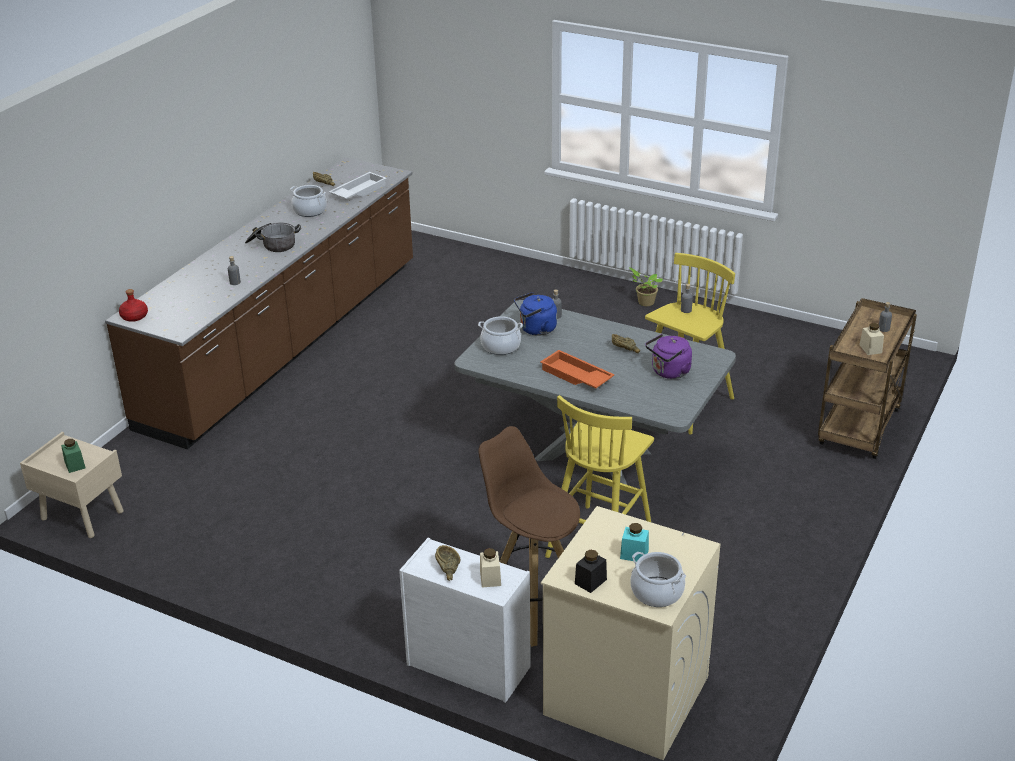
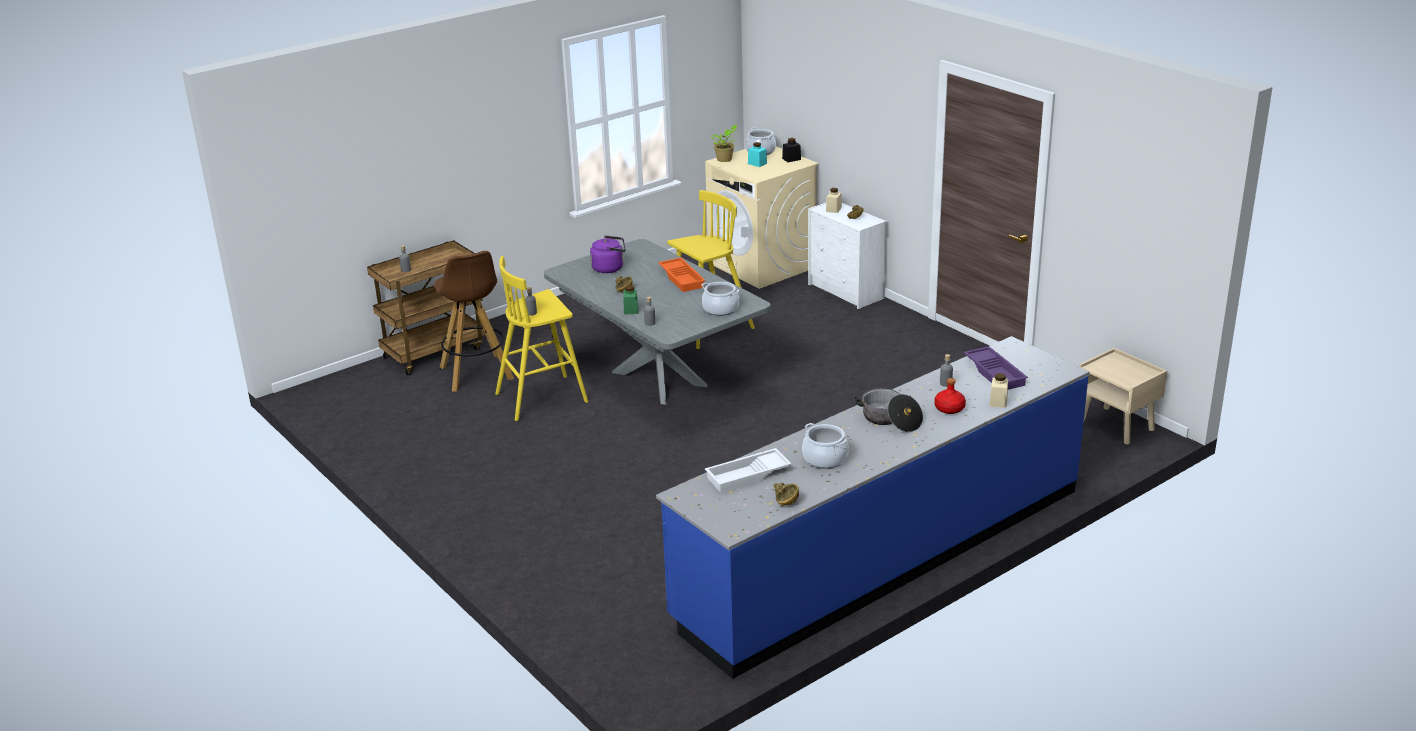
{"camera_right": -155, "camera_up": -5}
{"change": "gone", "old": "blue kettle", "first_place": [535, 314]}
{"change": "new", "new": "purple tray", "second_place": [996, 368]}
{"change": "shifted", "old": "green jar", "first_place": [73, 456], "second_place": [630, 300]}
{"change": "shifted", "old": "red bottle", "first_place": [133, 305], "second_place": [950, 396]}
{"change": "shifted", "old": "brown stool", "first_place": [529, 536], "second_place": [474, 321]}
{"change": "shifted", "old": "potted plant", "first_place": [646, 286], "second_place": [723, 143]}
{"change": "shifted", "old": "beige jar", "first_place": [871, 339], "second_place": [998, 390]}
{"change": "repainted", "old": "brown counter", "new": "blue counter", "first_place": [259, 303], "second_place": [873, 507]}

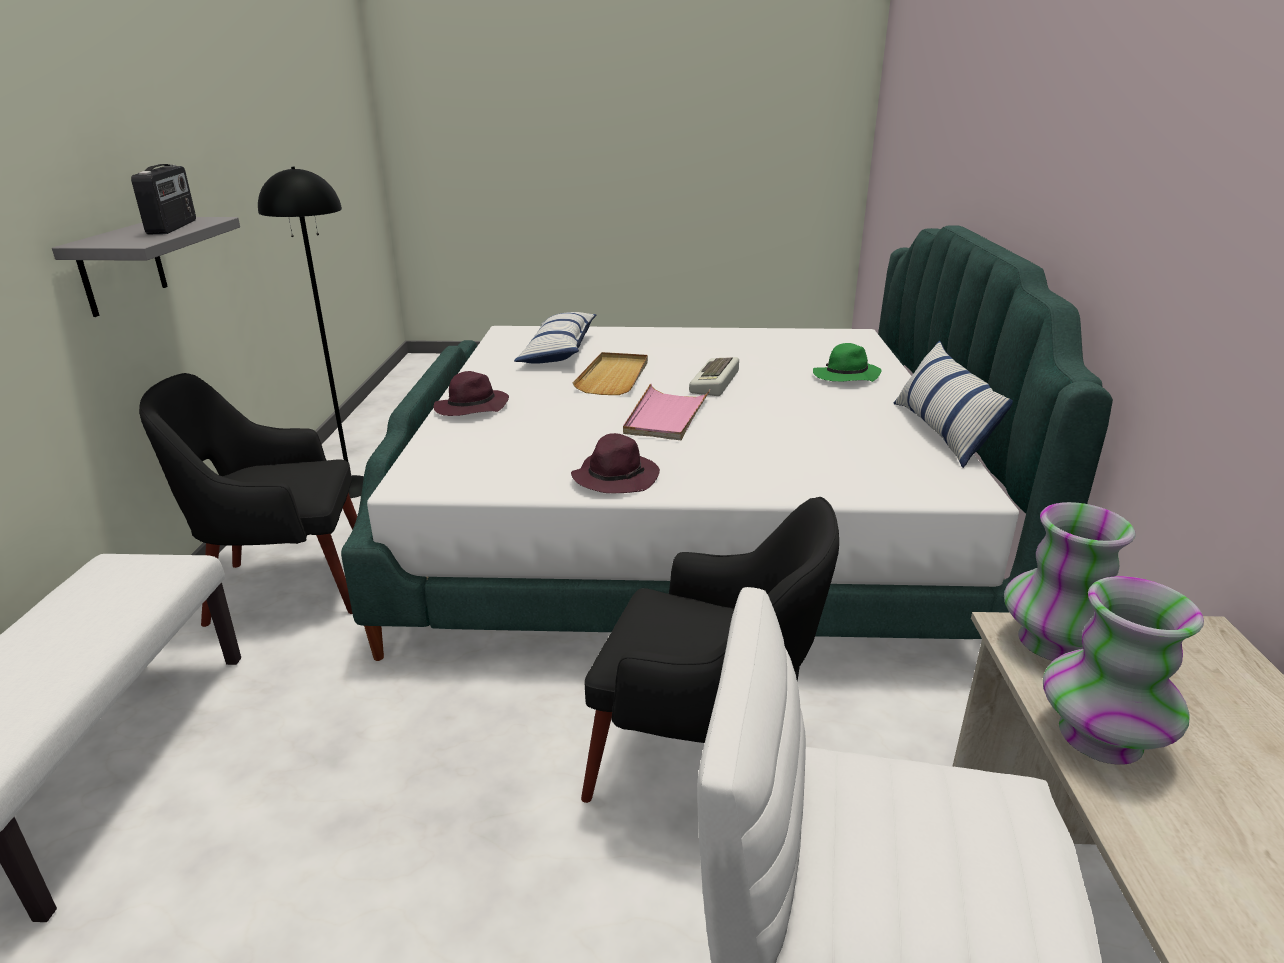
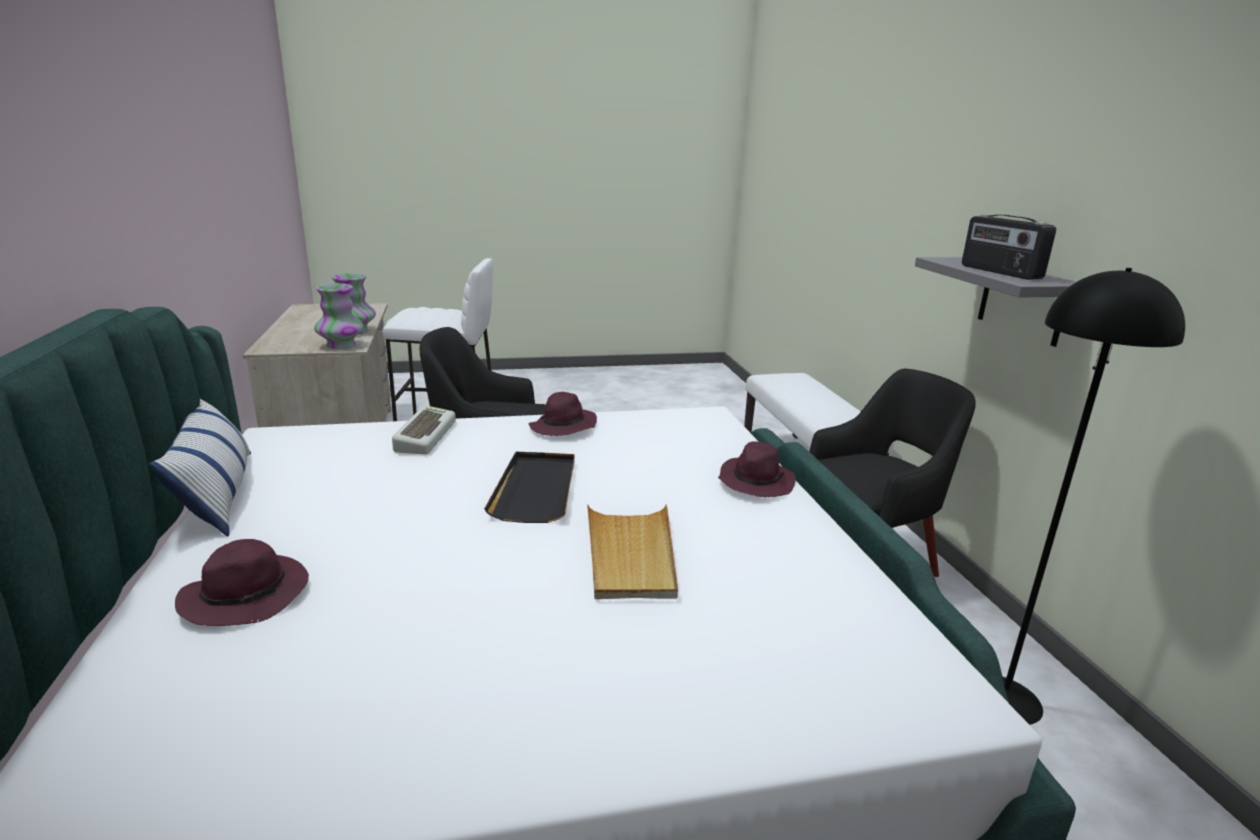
{"camera_right": 165, "camera_up": -5}
{"change": "gone", "old": "pillow", "first_place": [555, 338]}
{"change": "shifted", "old": "keyboard", "first_place": [714, 376], "second_place": [424, 429]}
{"change": "repainted", "old": "pink tray", "new": "black tray", "first_place": [667, 412], "second_place": [529, 487]}
{"change": "repainted", "old": "green hat", "new": "purple hat", "first_place": [847, 362], "second_place": [242, 582]}

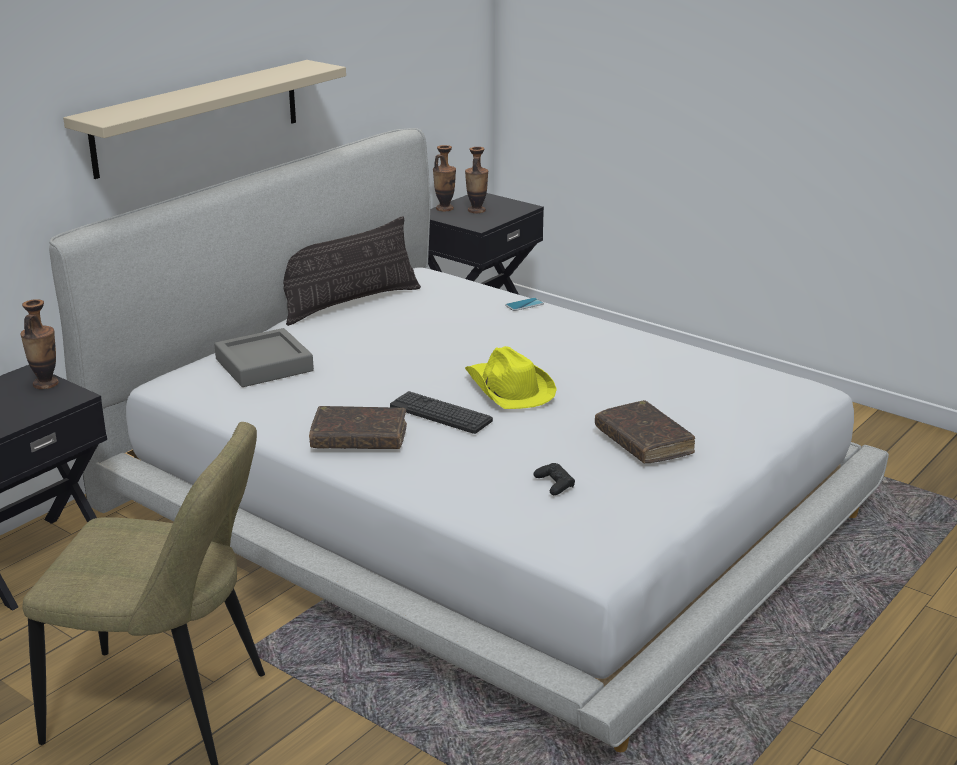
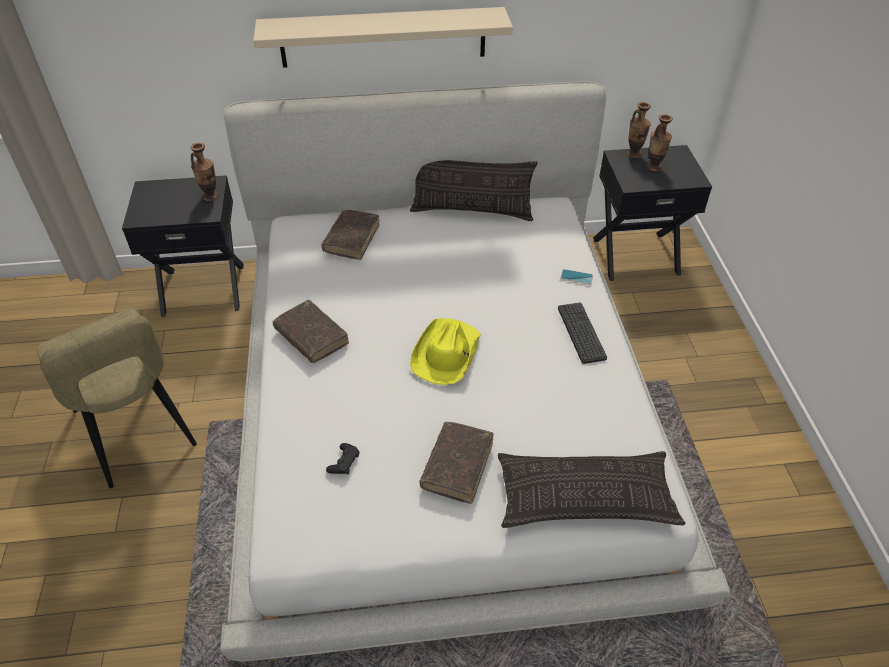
{"camera_right": 45, "camera_up": 20}
{"change": "new", "new": "pillow", "second_place": [591, 489]}
{"change": "shifted", "old": "keyboard", "first_place": [441, 412], "second_place": [582, 333]}
{"change": "swapped", "old": "grey tray", "new": "brown book", "first_place": [264, 357], "second_place": [350, 235]}

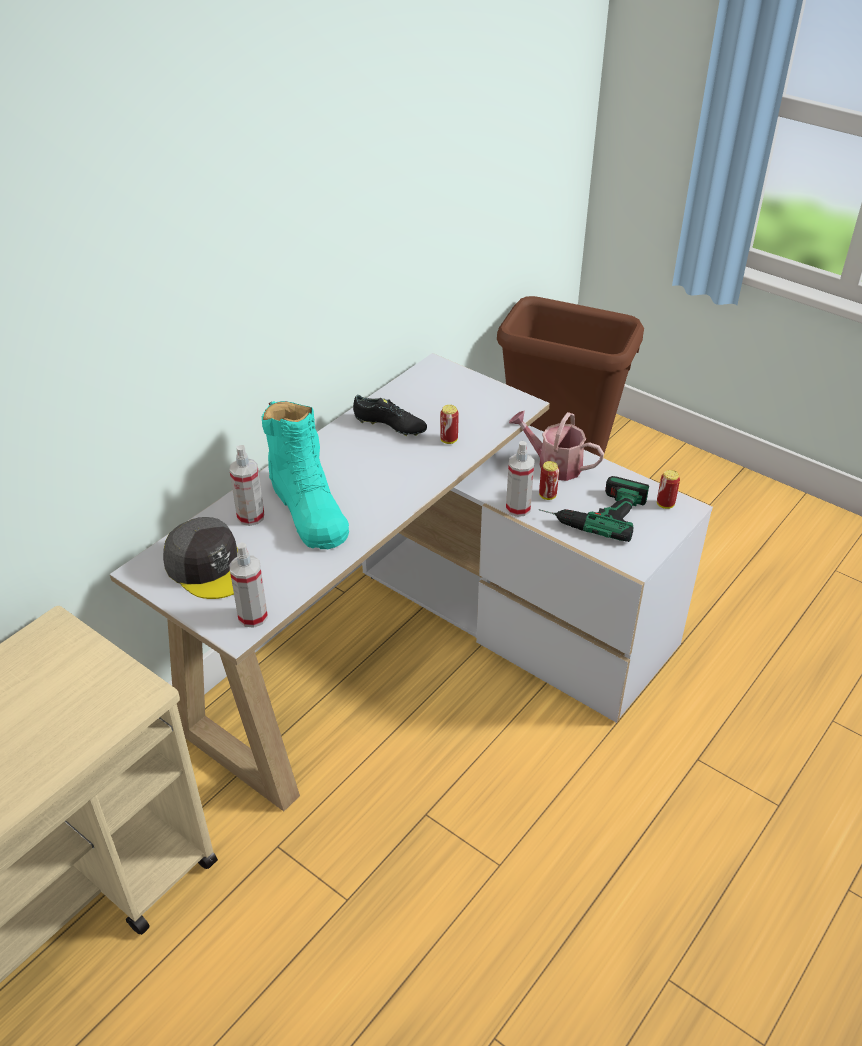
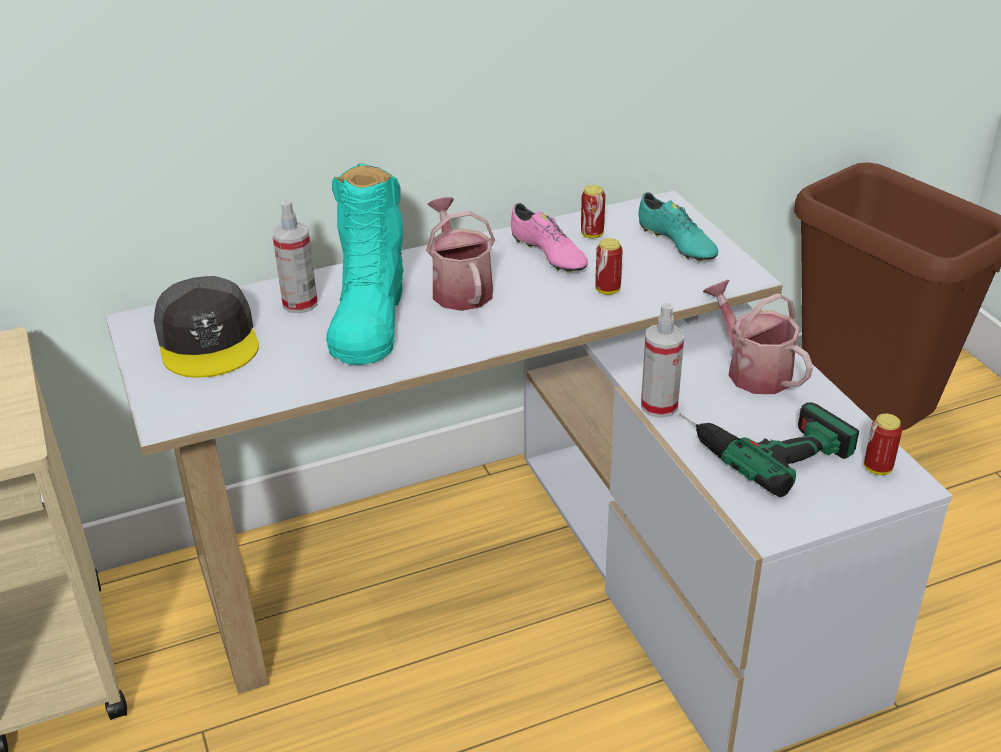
{"camera_right": 30, "camera_up": -5}
{"change": "gone", "old": "spray bottle", "first_place": [248, 585]}
{"change": "new", "new": "watering can", "second_place": [460, 254]}
{"change": "new", "new": "turquoise shoe", "second_place": [678, 227]}
{"change": "shifted", "old": "can", "first_place": [549, 480], "second_place": [593, 211]}
{"change": "repainted", "old": "black shoe", "new": "pink shoe", "first_place": [390, 415], "second_place": [549, 238]}

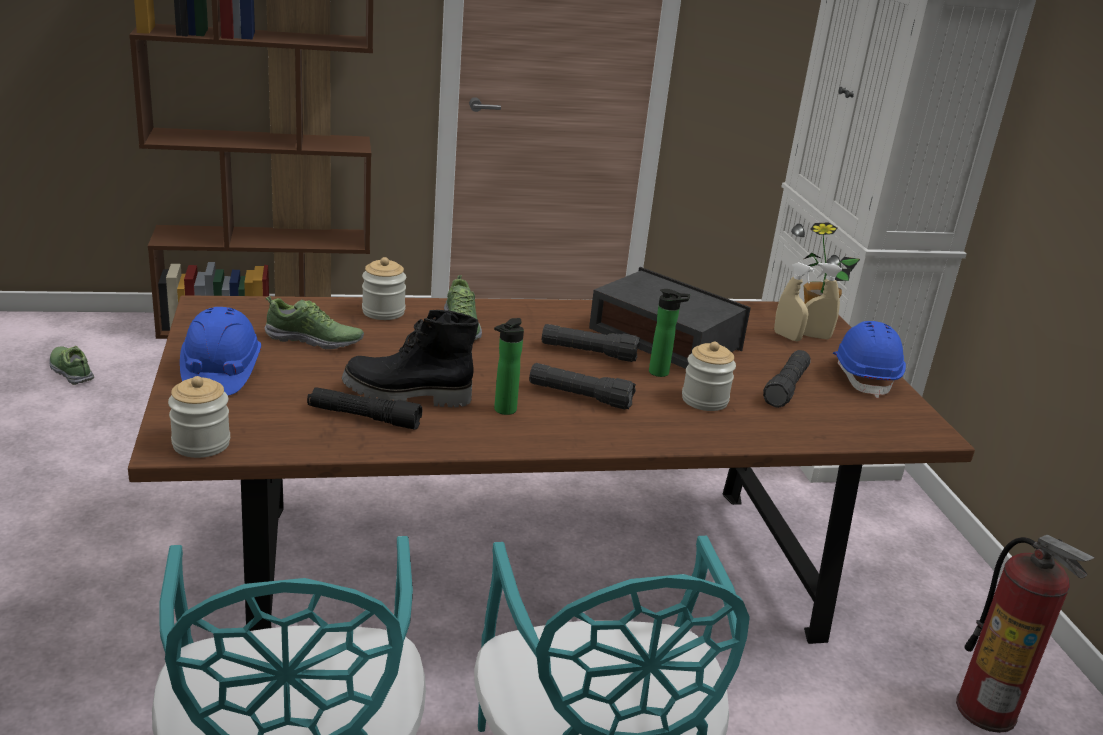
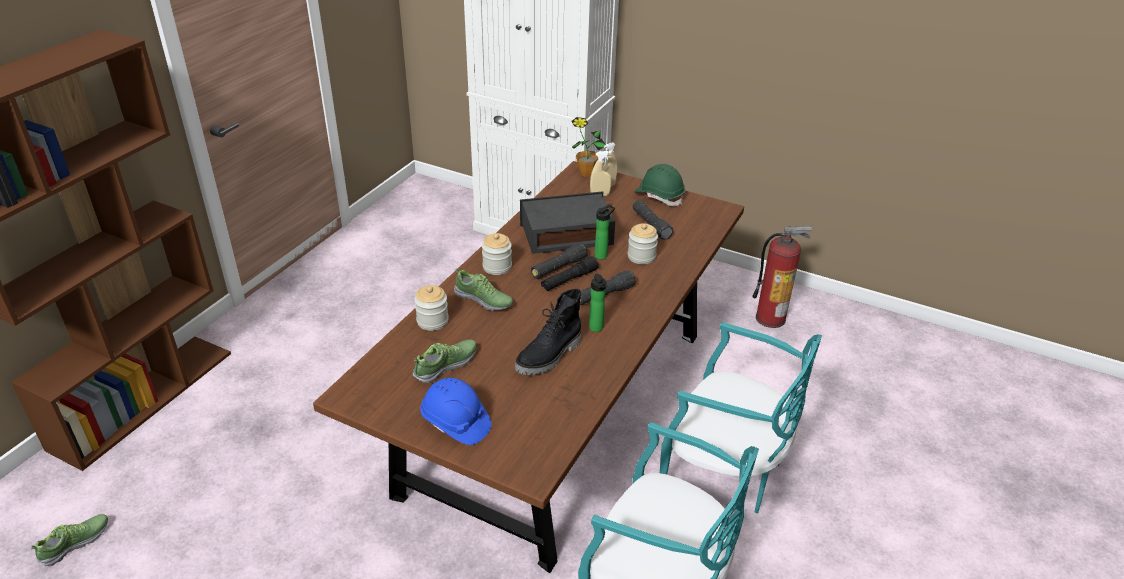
{"camera_right": -50, "camera_up": 10}
{"change": "shifted", "old": "jar", "first_place": [199, 417], "second_place": [497, 254]}
{"change": "shifted", "old": "black flashlight", "first_place": [365, 408], "second_place": [570, 273]}
{"change": "repainted", "old": "blue hard hat", "new": "green hard hat", "first_place": [869, 359], "second_place": [659, 185]}
{"change": "rotated", "old": "shoe", "first_place": [71, 365], "second_place": [69, 540], "degrees": 135}

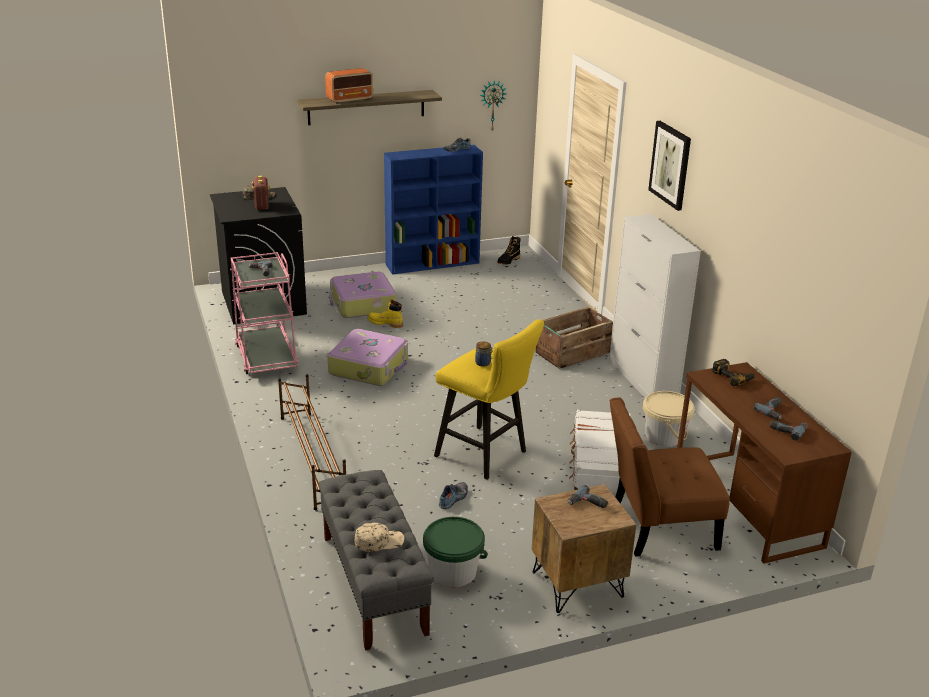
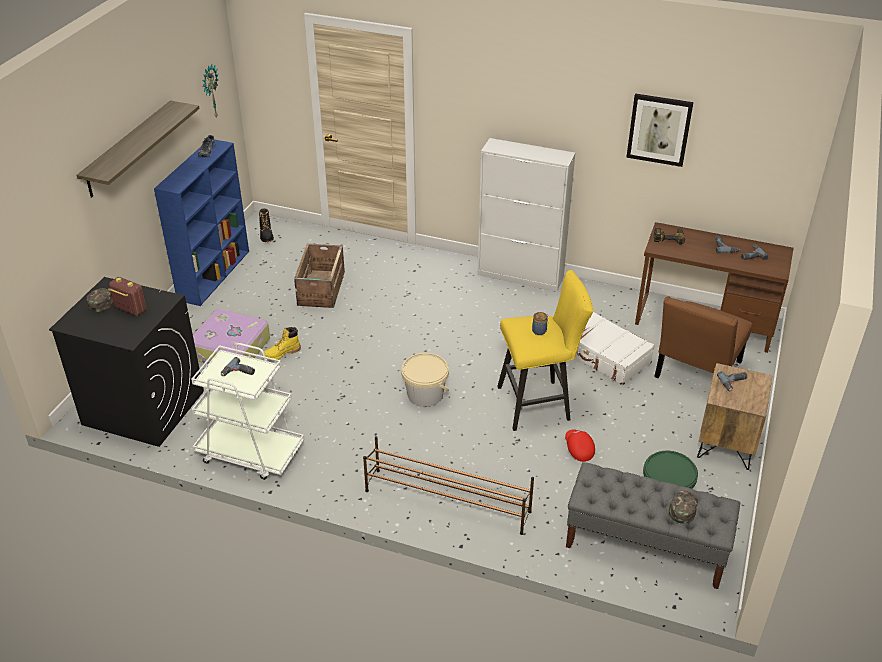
{"camera_right": -50, "camera_up": 10}
{"change": "gone", "old": "radio", "first_place": [349, 86]}
{"change": "gone", "old": "suitcase", "first_place": [367, 357]}
{"change": "shifted", "old": "crate", "first_place": [574, 338], "second_place": [319, 276]}
{"change": "shifted", "old": "beige bucket", "first_place": [669, 419], "second_place": [425, 380]}
{"change": "shifted", "old": "picture", "first_place": [669, 166], "second_place": [660, 130]}
{"change": "swapped", "old": "shoe", "new": "red cap", "first_place": [453, 495], "second_place": [580, 445]}
{"change": "repainted", "old": "pink cart", "new": "white cart", "first_place": [264, 313], "second_place": [247, 411]}
{"change": "repainted", "old": "beige cap", "new": "green cap", "first_place": [379, 537], "second_place": [683, 507]}

